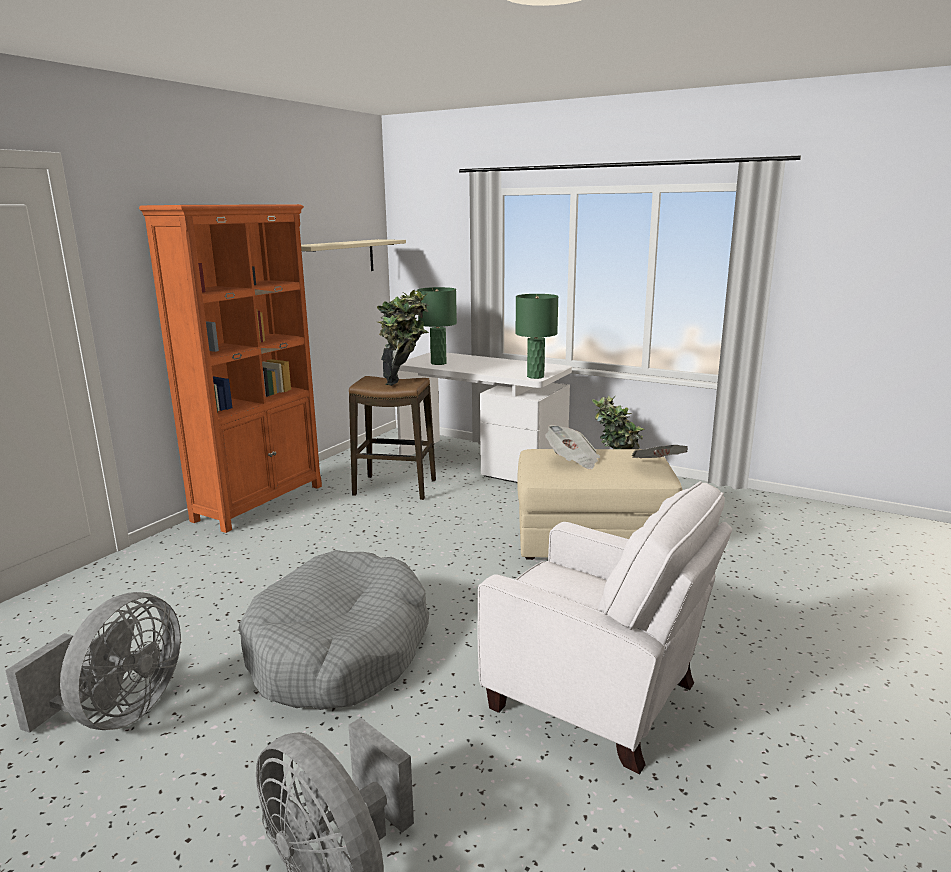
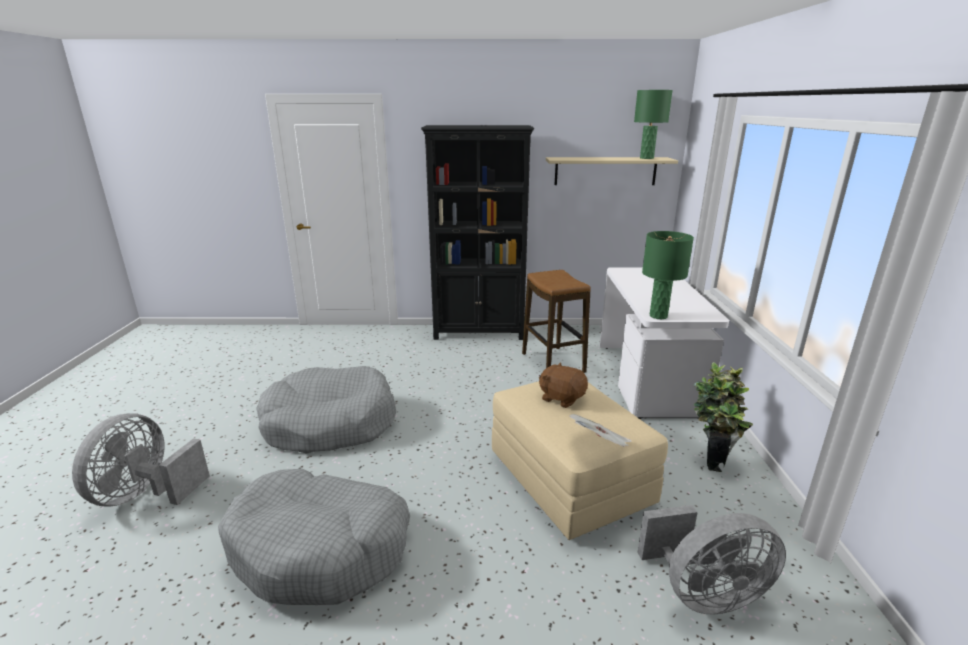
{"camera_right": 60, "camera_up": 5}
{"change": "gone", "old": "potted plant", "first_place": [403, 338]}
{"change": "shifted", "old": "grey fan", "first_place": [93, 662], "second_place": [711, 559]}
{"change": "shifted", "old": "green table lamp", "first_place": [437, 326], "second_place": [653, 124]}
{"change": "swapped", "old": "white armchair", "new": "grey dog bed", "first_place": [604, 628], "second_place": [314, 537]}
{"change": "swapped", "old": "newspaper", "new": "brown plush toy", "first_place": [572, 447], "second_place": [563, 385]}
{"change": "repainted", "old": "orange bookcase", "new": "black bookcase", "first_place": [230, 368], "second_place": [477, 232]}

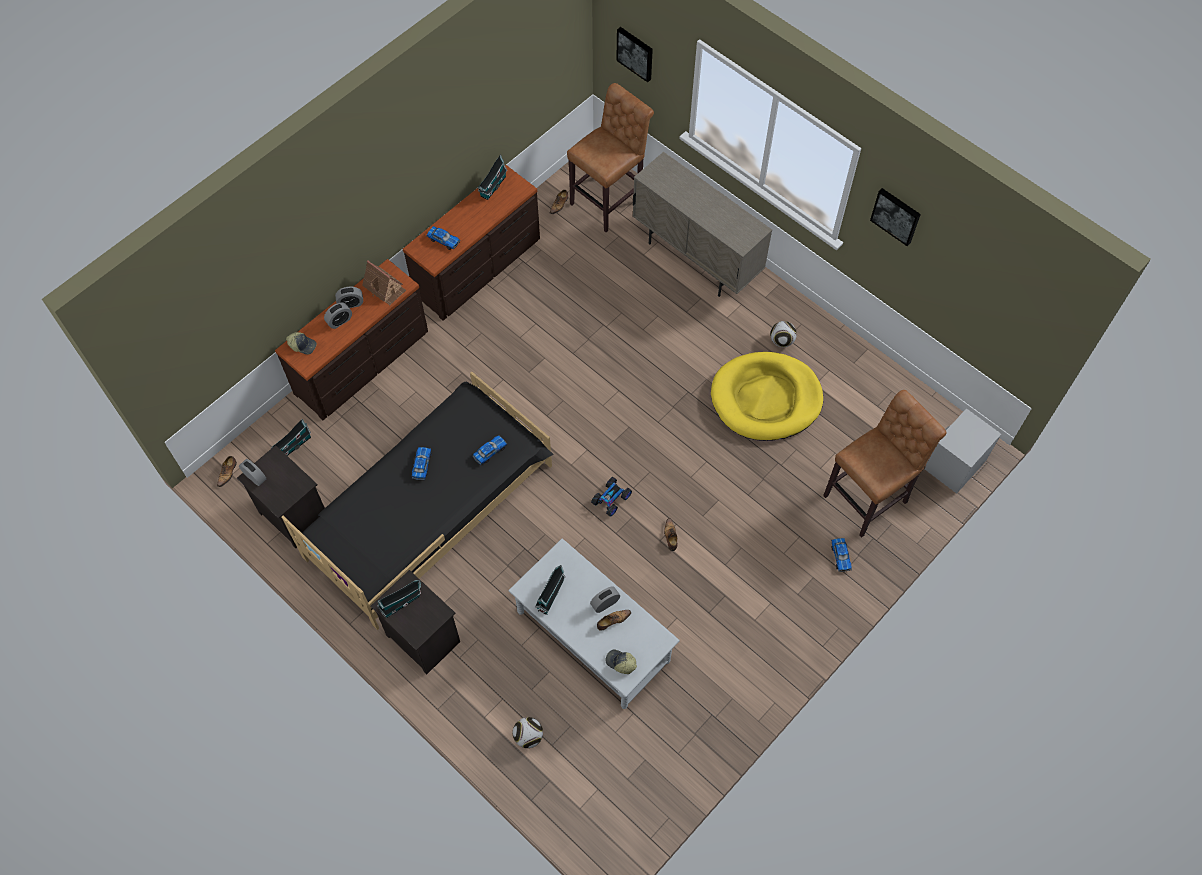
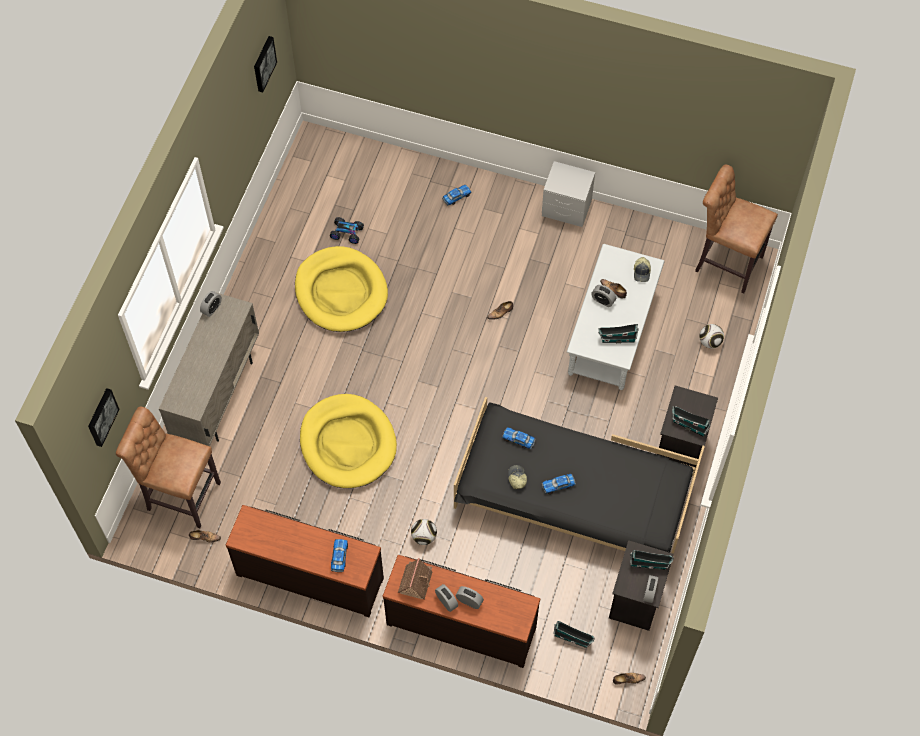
{"camera_right": -115, "camera_up": 0}
{"change": "new", "new": "alarm clock", "second_place": [211, 304]}
{"change": "new", "new": "yellow dog bed", "second_place": [348, 441]}
{"change": "shifted", "old": "cap", "first_place": [301, 343], "second_place": [517, 477]}
{"change": "shifted", "old": "toy house", "first_place": [492, 177], "second_place": [652, 560]}
{"change": "shifted", "old": "toy car", "first_place": [611, 497], "second_place": [347, 230]}
{"change": "shifted", "old": "football", "first_place": [783, 334], "second_place": [424, 532]}
{"change": "shifted", "old": "brown stool", "first_place": [885, 464], "second_place": [736, 229]}
{"change": "shifted", "old": "picture", "first_place": [895, 217], "second_place": [265, 64]}
{"change": "shifted", "old": "grey nightstand", "first_place": [963, 451], "second_place": [568, 194]}

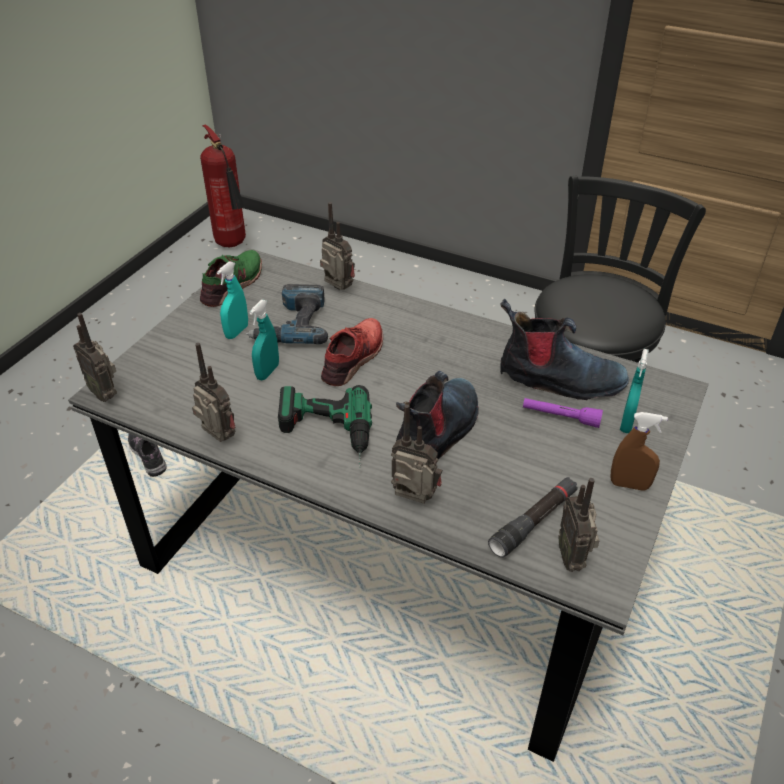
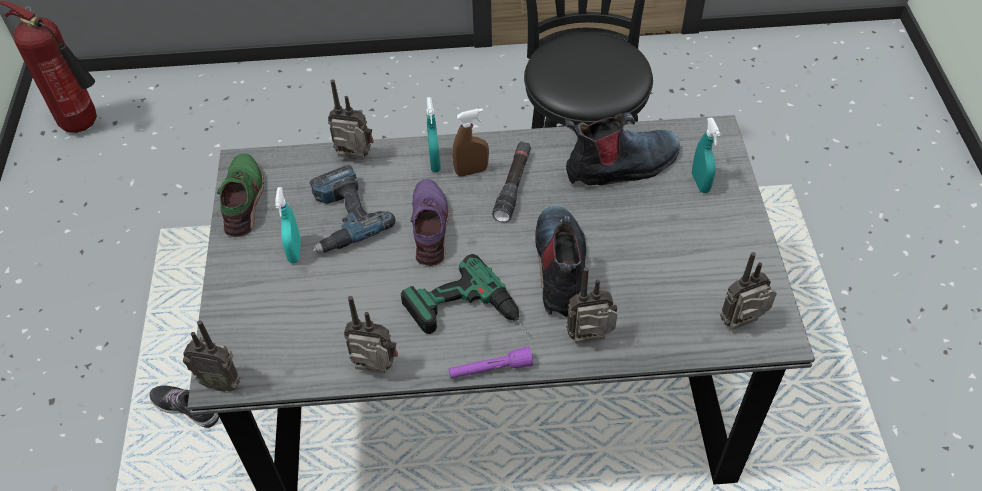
{"camera_right": -30, "camera_up": 10}
{"change": "shifted", "old": "turquoise spray bottle", "first_place": [264, 340], "second_place": [434, 134]}
{"change": "shifted", "old": "black flashlight", "first_place": [533, 517], "second_place": [511, 181]}
{"change": "shifted", "old": "purple flashlight", "first_place": [563, 413], "second_place": [491, 362]}
{"change": "shifted", "old": "brown spray bottle", "first_place": [639, 451], "second_place": [470, 142]}
{"change": "repainted", "old": "red shoe", "new": "purple shoe", "first_place": [352, 352], "second_place": [429, 222]}
{"change": "rotated", "old": "radio", "first_place": [579, 525], "second_place": [748, 291], "degrees": 105}

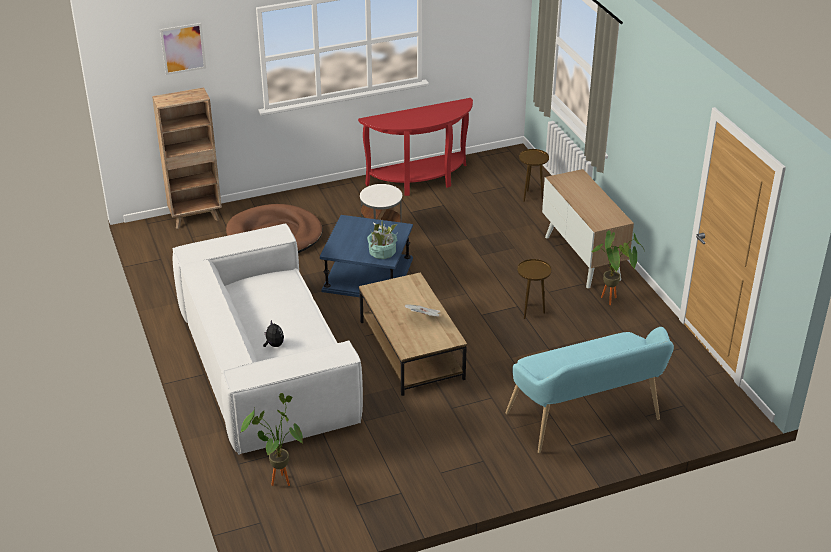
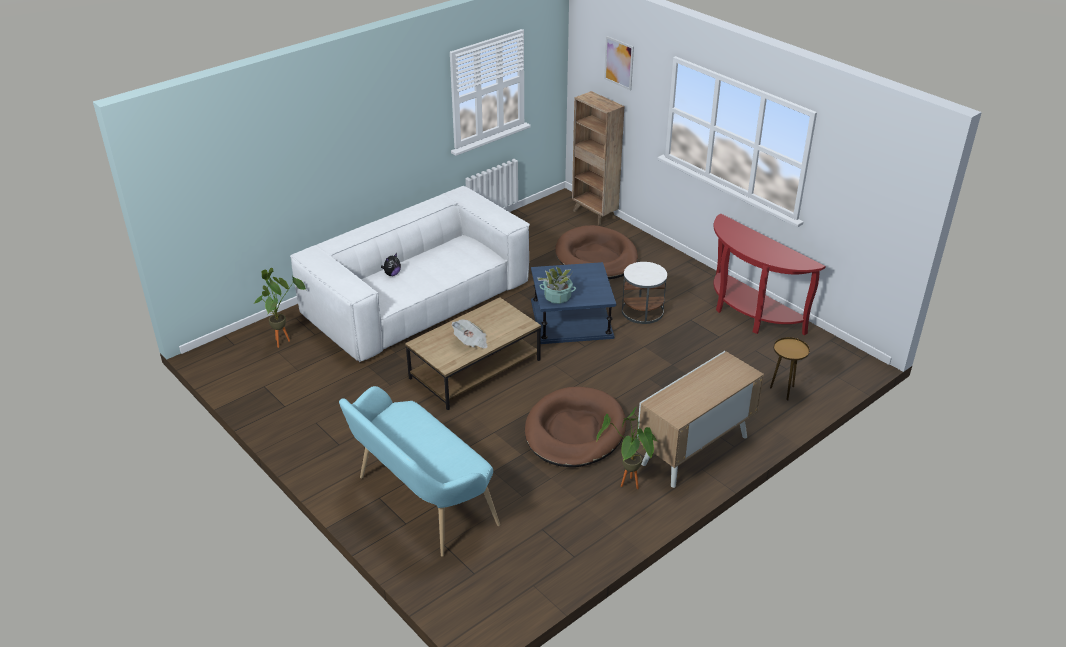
{"camera_right": 70, "camera_up": 0}
{"change": "swapped", "old": "brown side table", "new": "brown dog bed", "first_place": [534, 289], "second_place": [575, 427]}

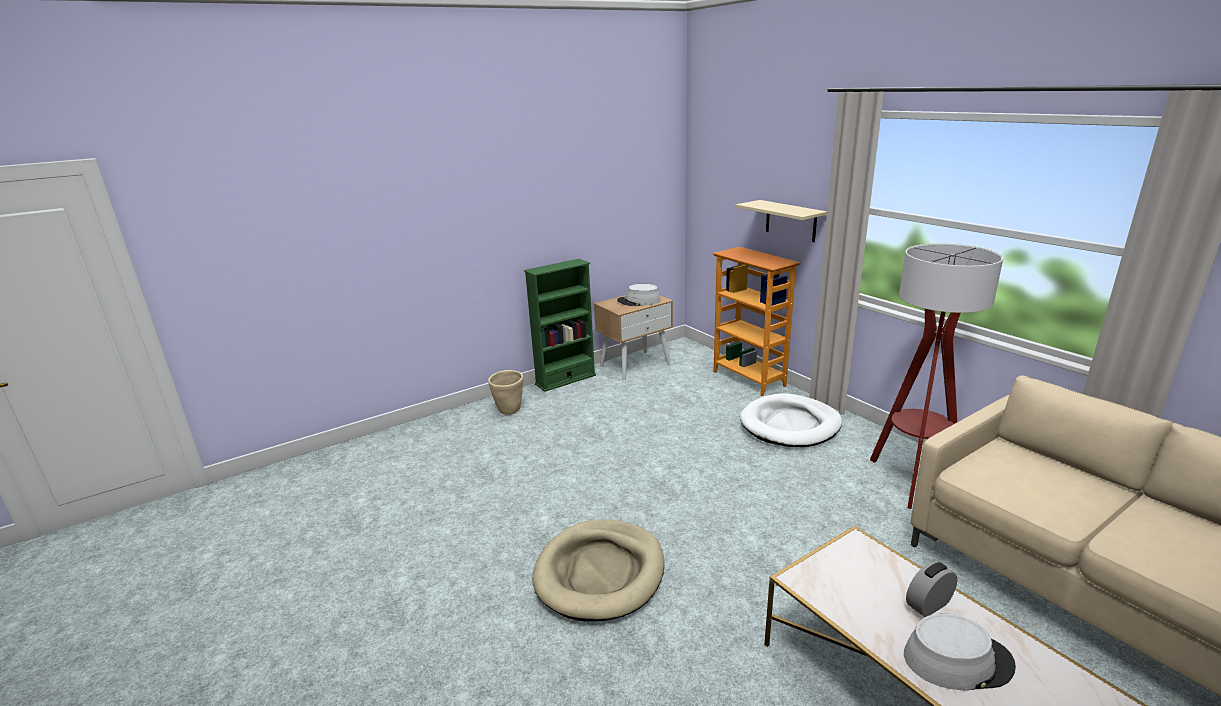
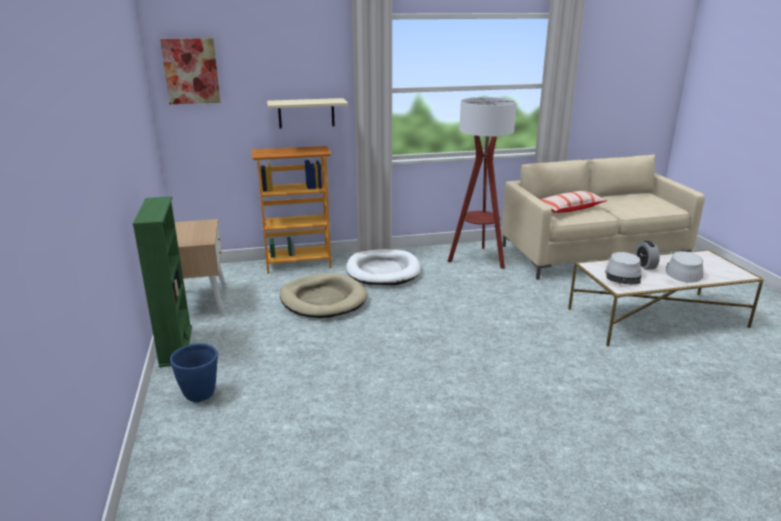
{"camera_right": -70, "camera_up": 0}
{"change": "new", "new": "picture", "second_place": [190, 71]}
{"change": "new", "new": "pillow", "second_place": [573, 202]}
{"change": "shifted", "old": "beige dog bed", "first_place": [598, 570], "second_place": [323, 295]}
{"change": "shifted", "old": "grey hat", "first_place": [639, 295], "second_place": [623, 268]}
{"change": "repainted", "old": "beige planter", "new": "blue planter", "first_place": [505, 392], "second_place": [194, 372]}

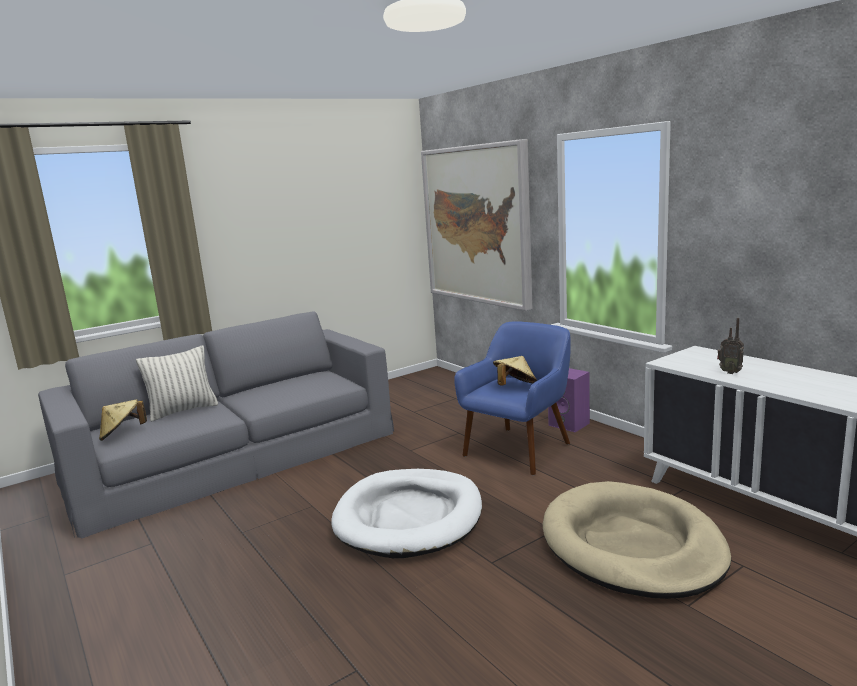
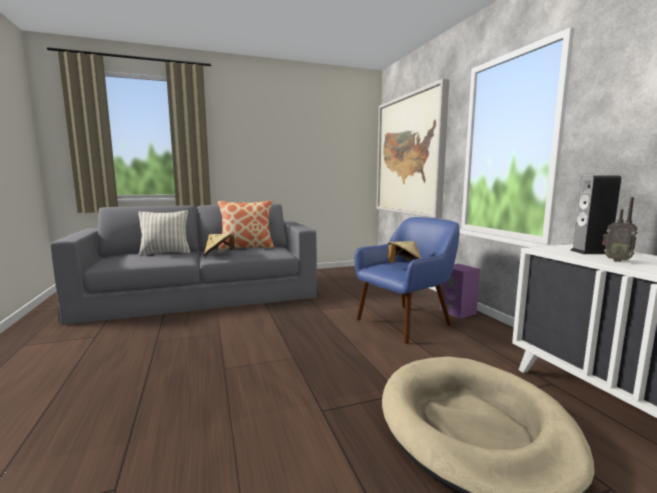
{"camera_right": 15, "camera_up": -5}
{"change": "gone", "old": "white dog bed", "first_place": [406, 513]}
{"change": "new", "new": "pillow", "second_place": [246, 225]}
{"change": "new", "new": "speaker", "second_place": [595, 215]}
{"change": "shifted", "old": "beige hat", "first_place": [123, 420], "second_place": [219, 245]}

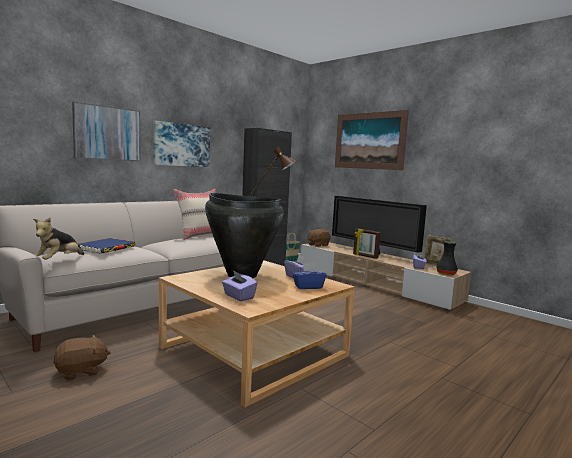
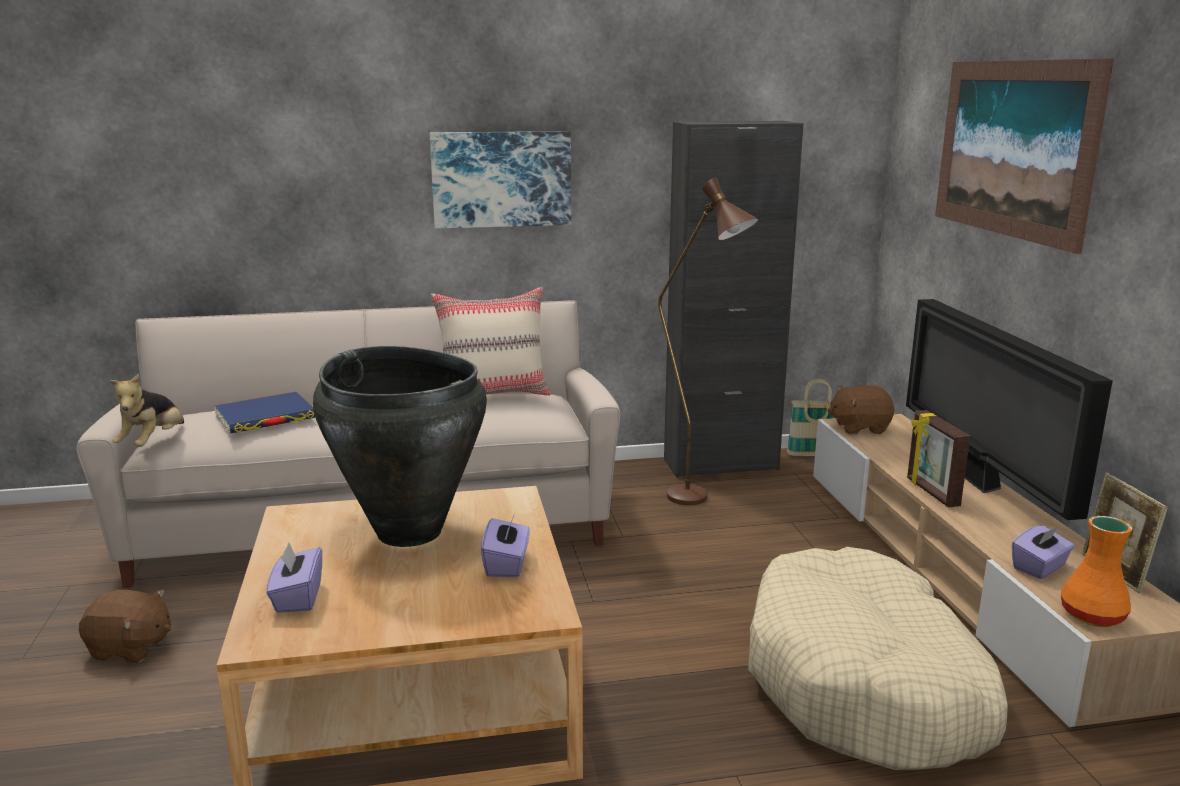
{"camera_right": 35, "camera_up": 10}
{"change": "gone", "old": "picture", "first_place": [106, 131]}
{"change": "gone", "old": "blue tissue box", "first_place": [309, 276]}
{"change": "new", "new": "beige dog bed", "second_place": [878, 658]}
{"change": "repainted", "old": "black vase", "new": "orange vase", "first_place": [447, 258], "second_place": [1096, 571]}
{"change": "rotated", "old": "plush toy", "first_place": [58, 238], "second_place": [147, 410], "degrees": -45}

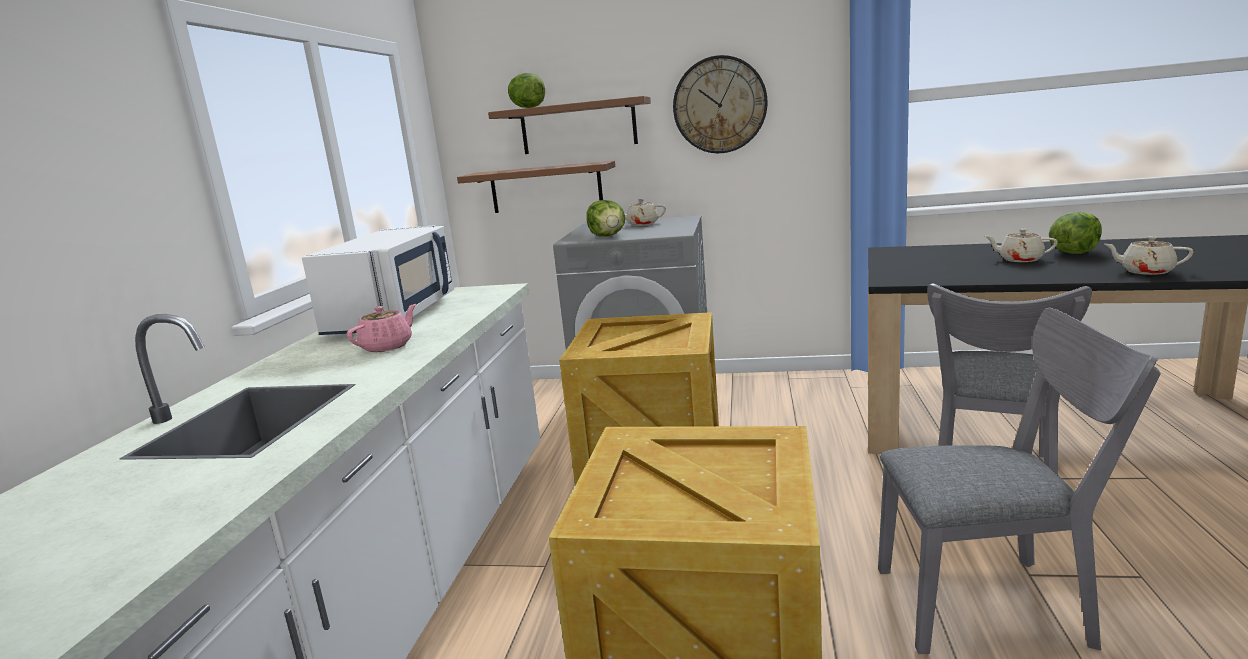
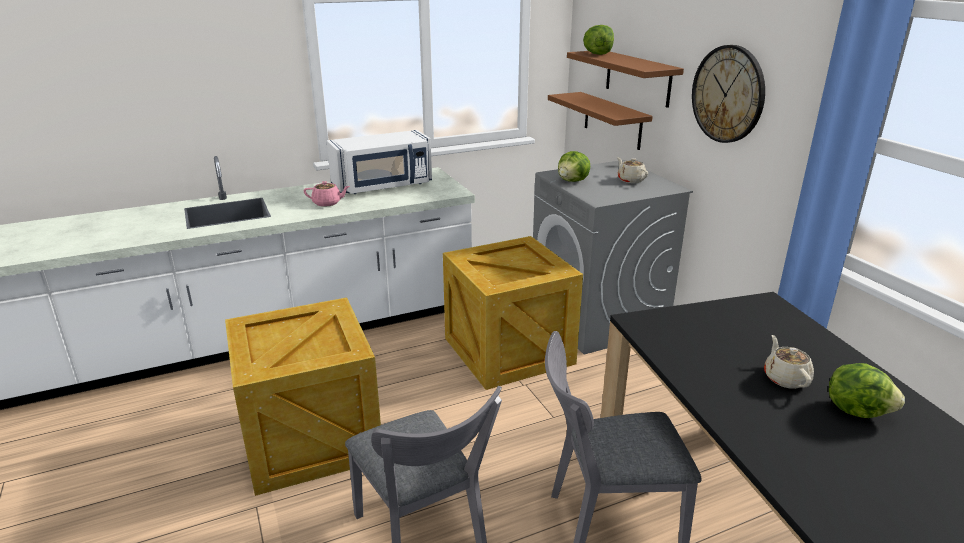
{"camera_right": 55, "camera_up": 10}
{"change": "gone", "old": "beige teapot", "first_place": [1148, 255]}

